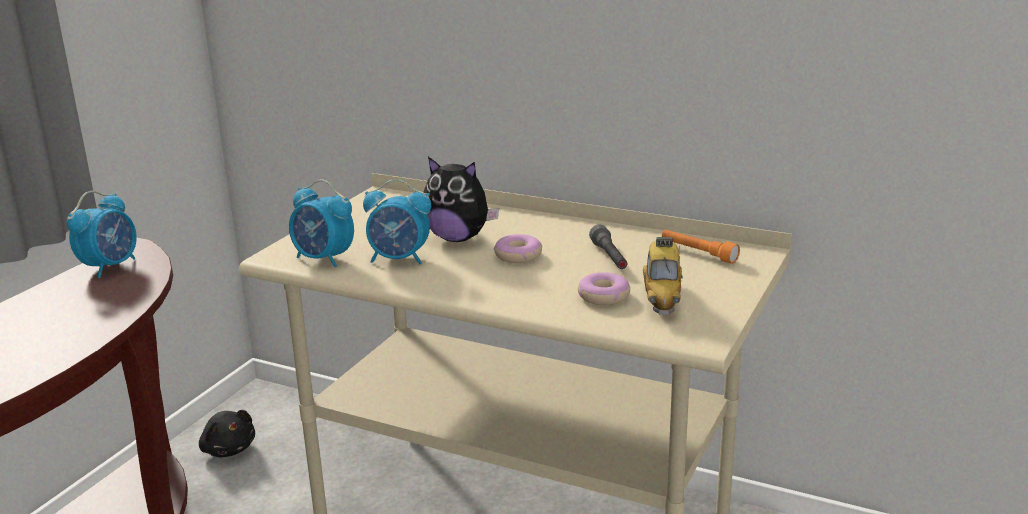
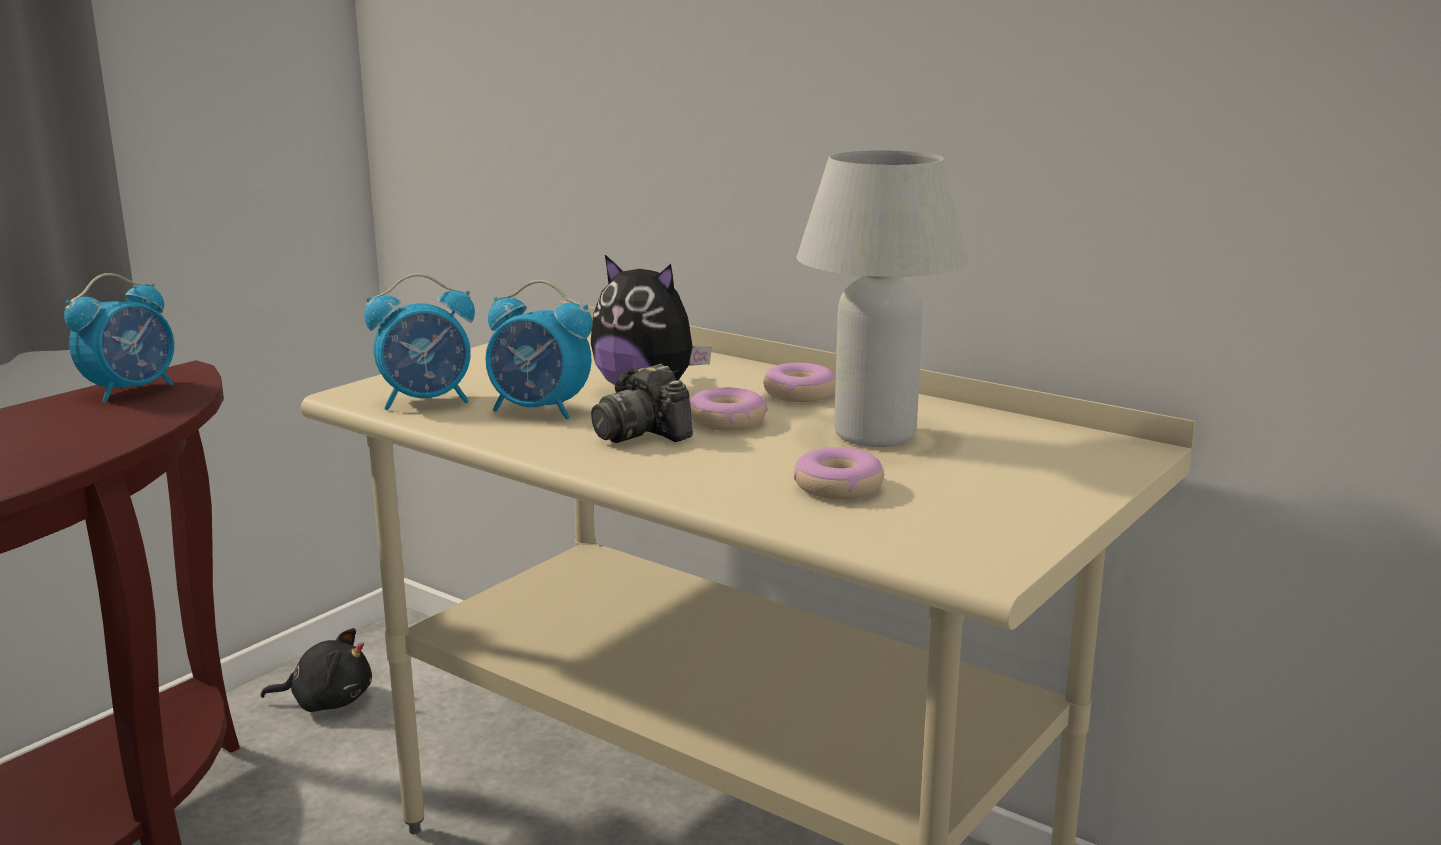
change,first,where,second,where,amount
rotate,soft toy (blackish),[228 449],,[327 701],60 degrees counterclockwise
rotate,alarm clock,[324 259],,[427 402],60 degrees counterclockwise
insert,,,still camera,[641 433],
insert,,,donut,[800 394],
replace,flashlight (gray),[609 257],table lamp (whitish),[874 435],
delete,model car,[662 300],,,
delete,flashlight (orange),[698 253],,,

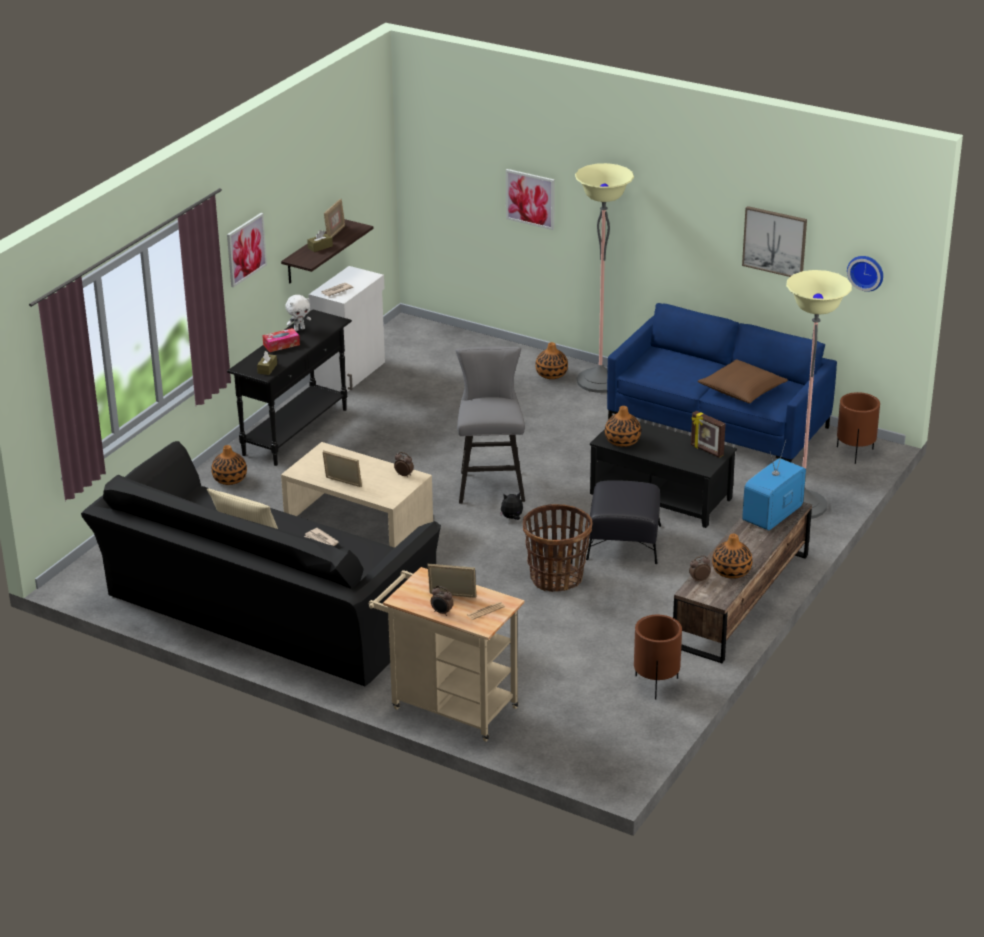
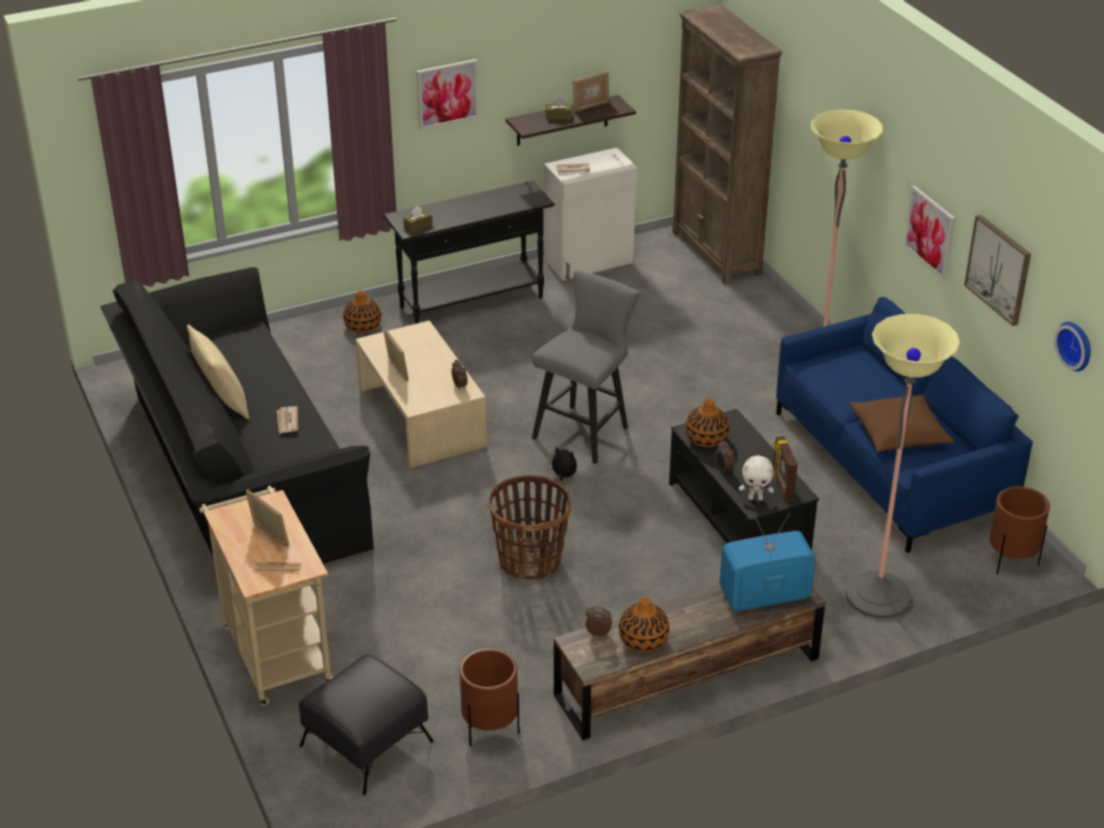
change,first,where,second,where,amount
move,ottoman (blackish),[623 542],,[365 743],
insert,,,bookcase (brown),[716 254],
move,alarm clock,[442 612],,[723 468],
move,soft toy (whitish),[299 329],,[755 498],
move,wall art,[530 198],,[930 231],
delete,tissue box,[281 345],,,
delete,vase,[551 374],,,

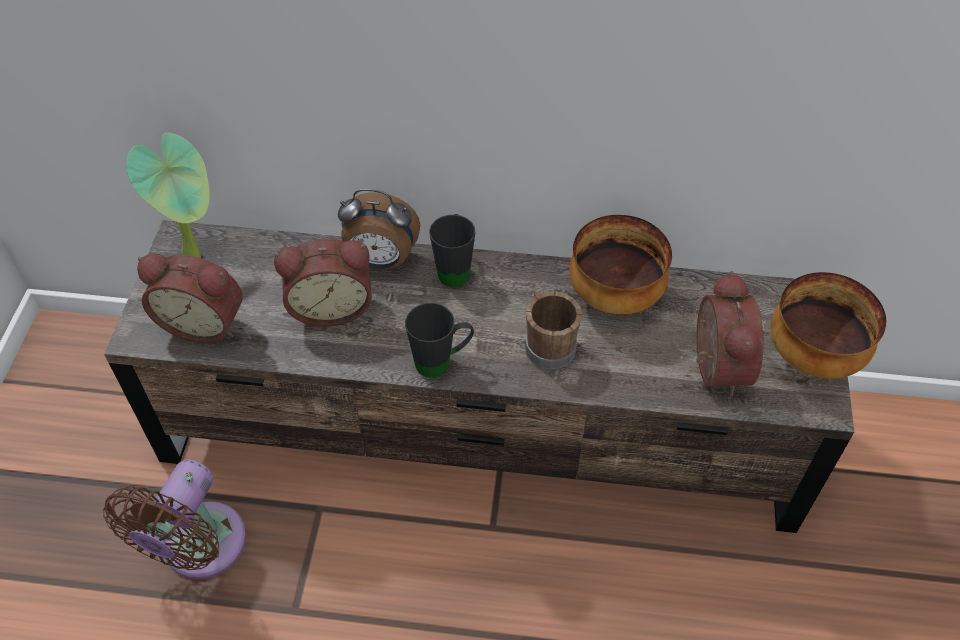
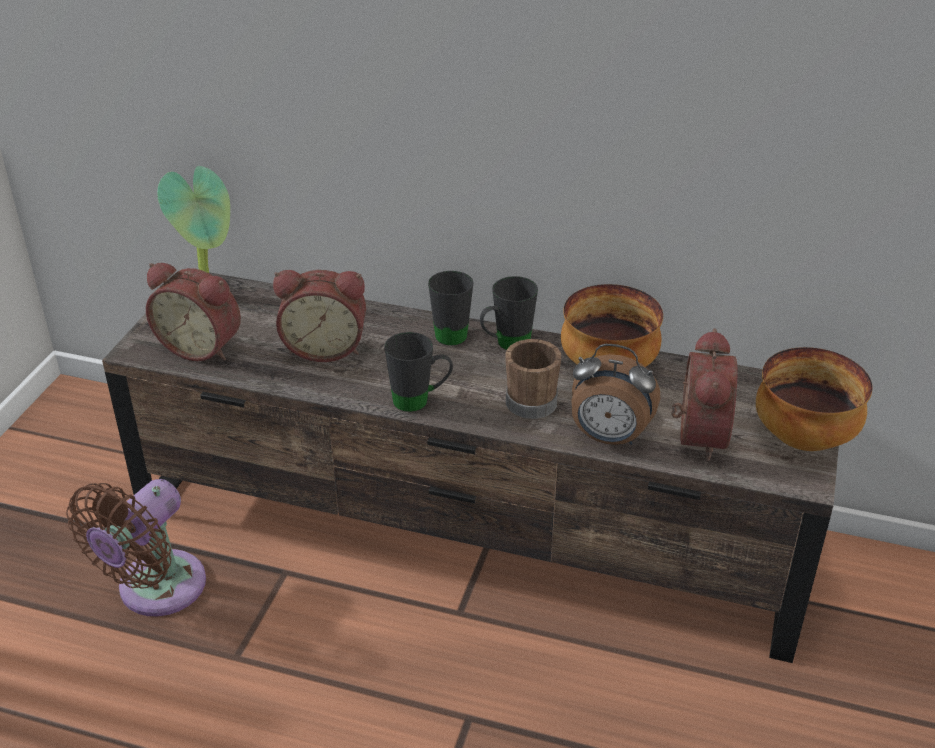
change,first,where,second,where,amount
insert,,,coffee mug (blackish),[506 344],
move,alarm clock,[381 261],,[608 438],

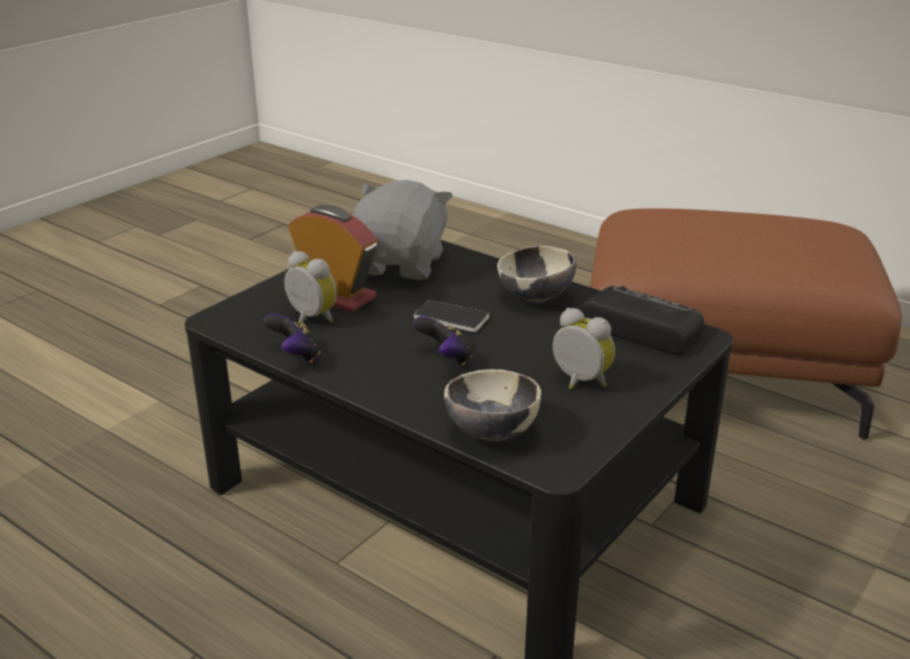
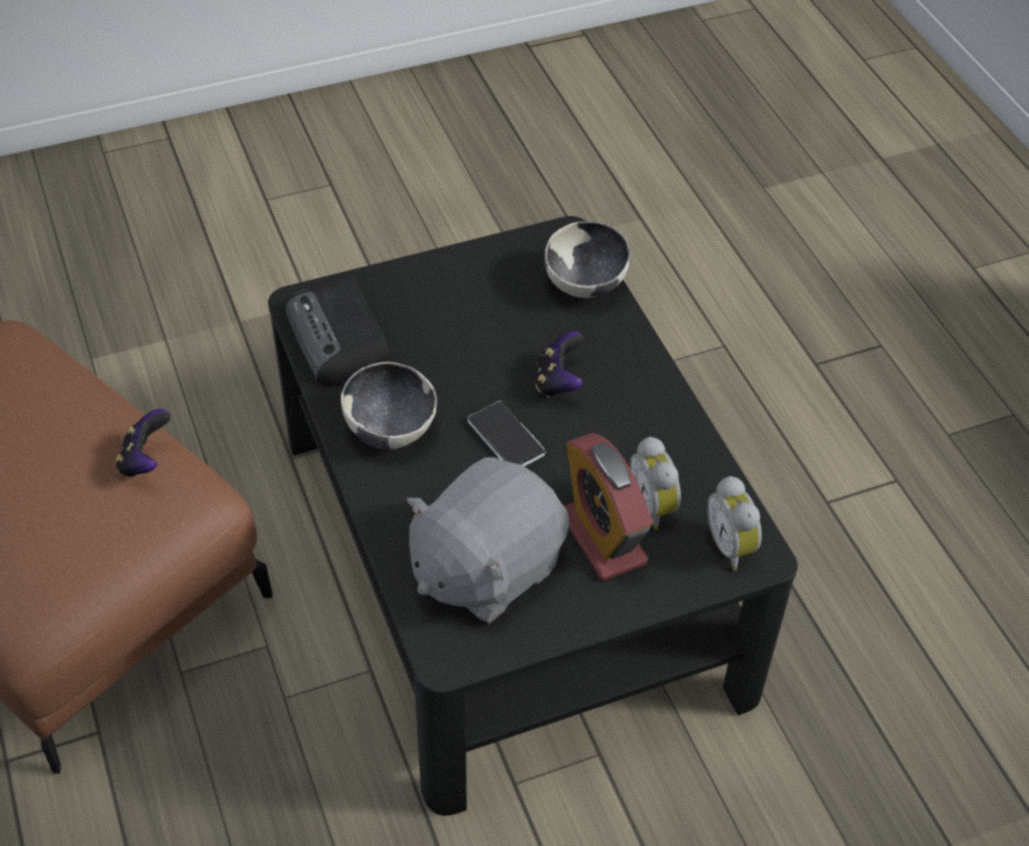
change,first,where,second,where,amount
move,joypad,[295 356],,[145 460],
move,alarm clock,[579 382],,[732 546],

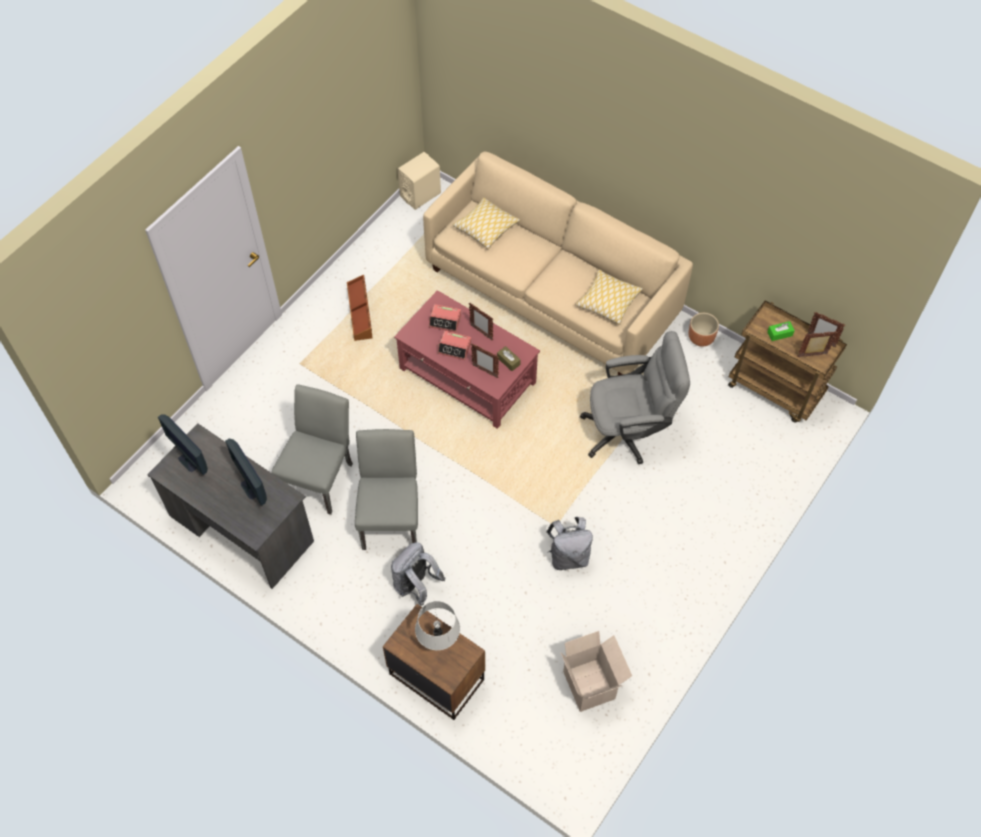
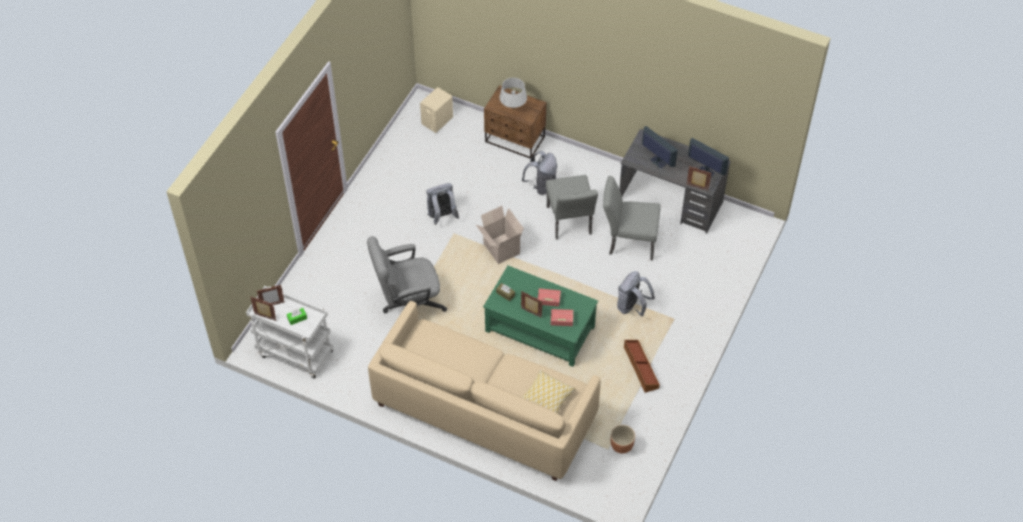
change,first,where,second,where,amount
recolor,cart (brown),[776 390],cart (whitish),[294 354],
move,audio speaker (beige),[420 194],,[437 121],
move,packing box,[591 685],,[500 249],
recolor,coffee table (reddish),[468 376],coffee table (greenish),[539 328],
rotate,upright chair (gray),[320 476],,[628 241],90 degrees clockwise
move,flower pot (brown),[701 338],,[621 445],
insert,,,backpack (gray),[632 307],
move,picture frame,[485 371],,[697 187],
delete,throw pillow,[608 301],,,

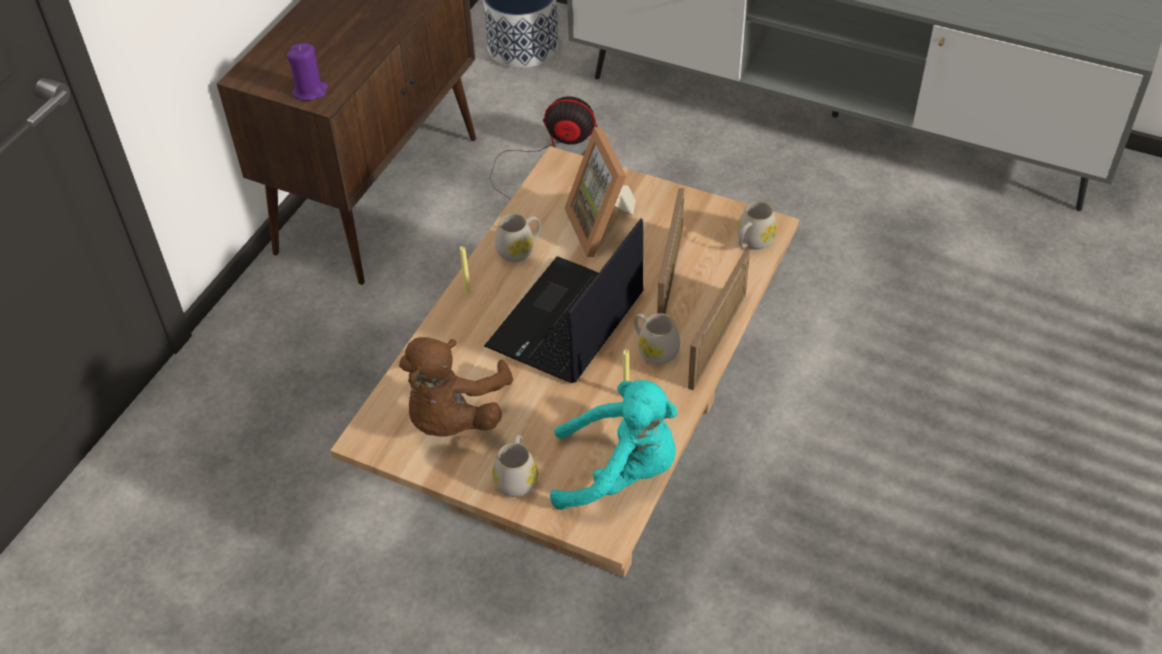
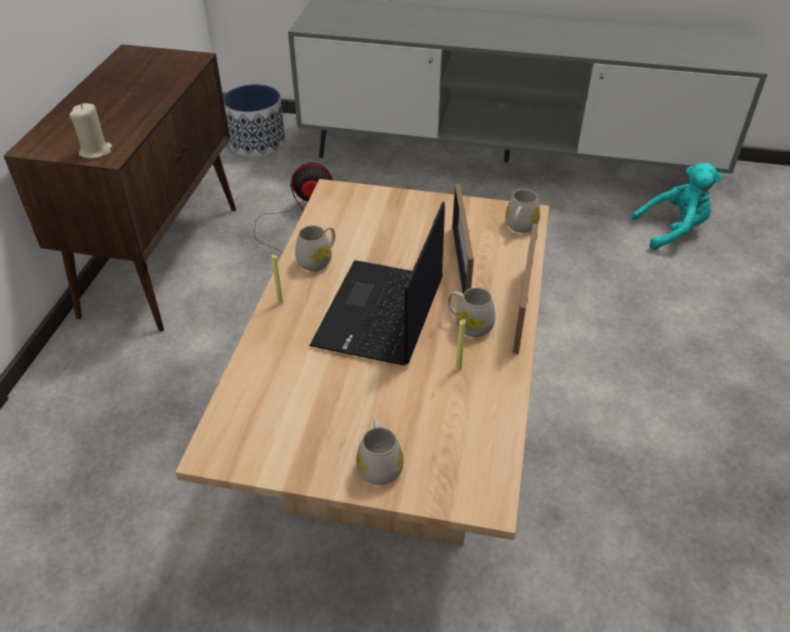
change,first,where,second,where,amount
recolor,wax light (purple),[310 91],wax light (beige),[96 151],
move,soft toy (turquoise-coloured),[620 472],,[673 230],
delete,soft toy (brown),[453 415],,,
delete,picture frame,[604 226],,,

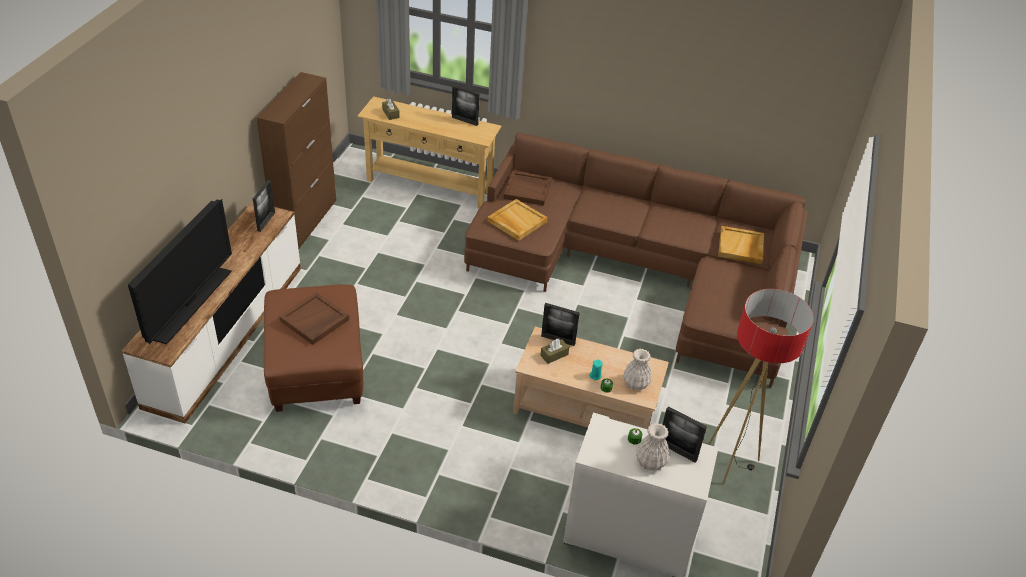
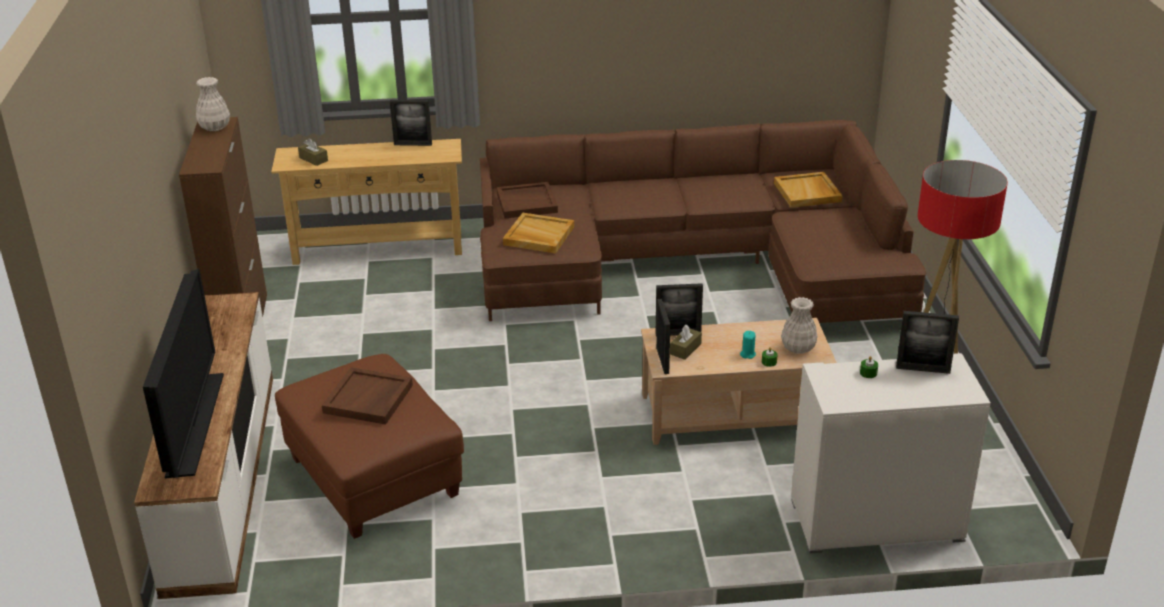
change,first,where,second,where,amount
move,vase (whitish),[650 462],,[214 127],
move,picture frame,[266 222],,[662 360],

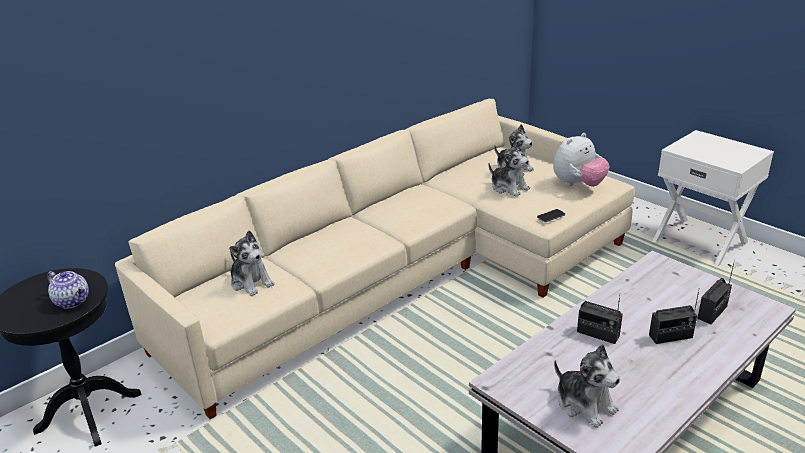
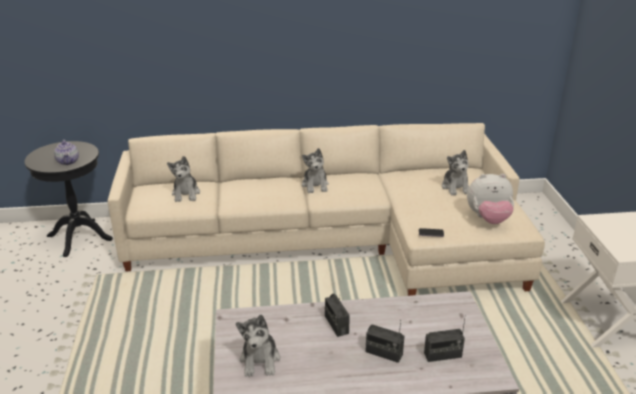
change,first,where,second,where,amount
move,soft toy,[509 187],,[315 185],

